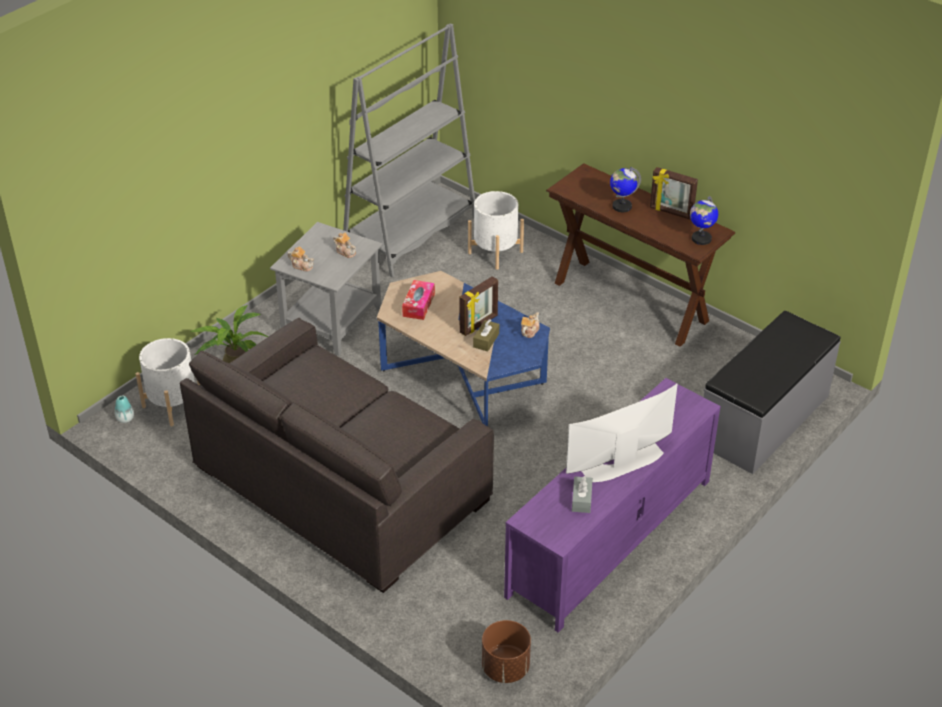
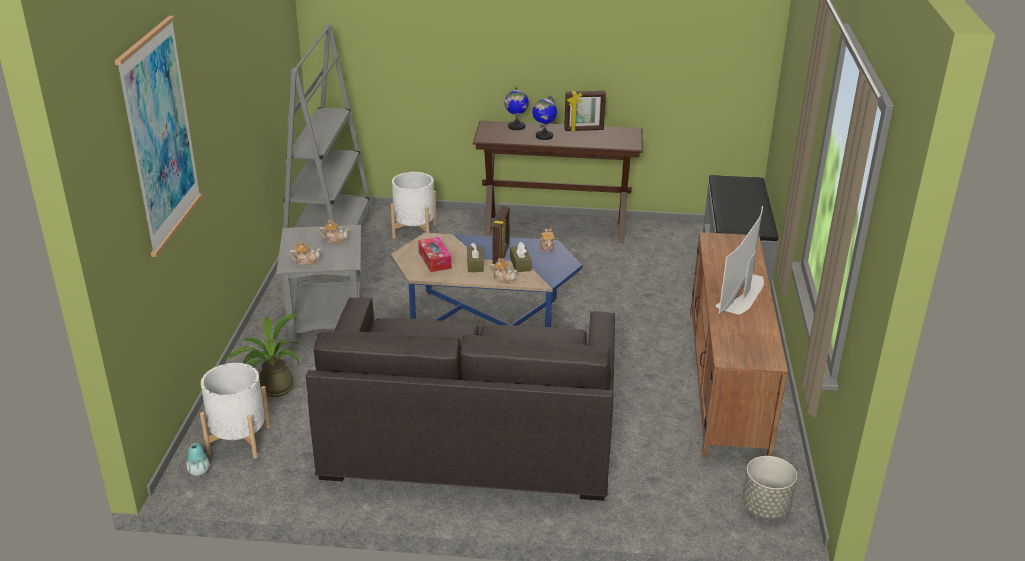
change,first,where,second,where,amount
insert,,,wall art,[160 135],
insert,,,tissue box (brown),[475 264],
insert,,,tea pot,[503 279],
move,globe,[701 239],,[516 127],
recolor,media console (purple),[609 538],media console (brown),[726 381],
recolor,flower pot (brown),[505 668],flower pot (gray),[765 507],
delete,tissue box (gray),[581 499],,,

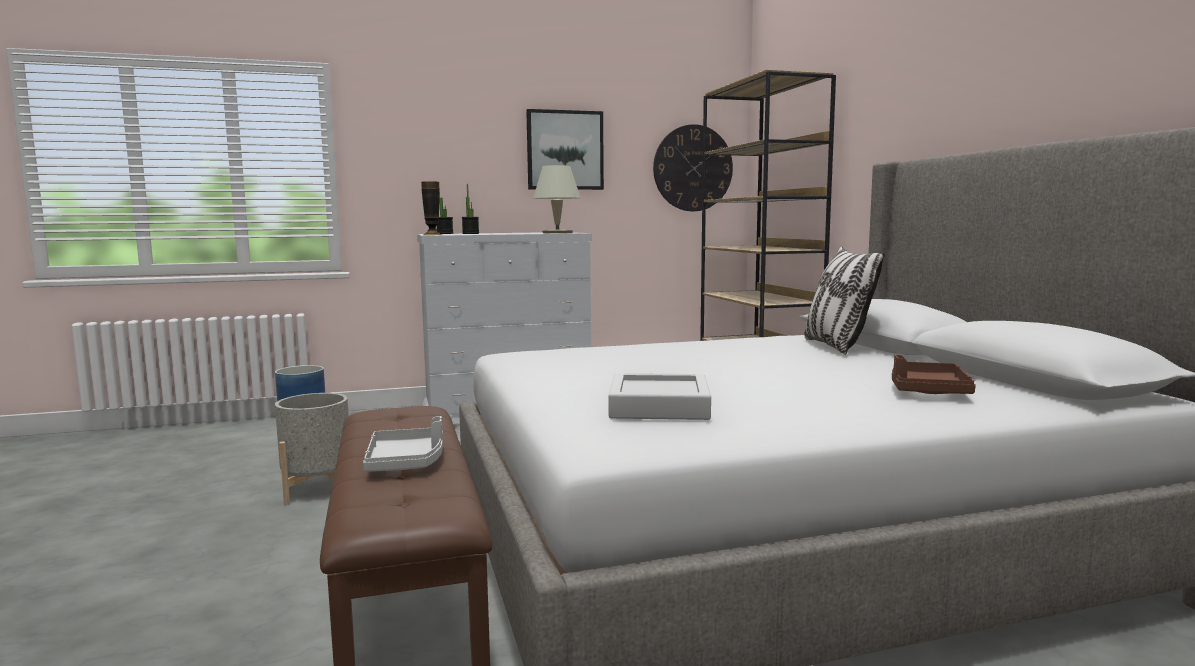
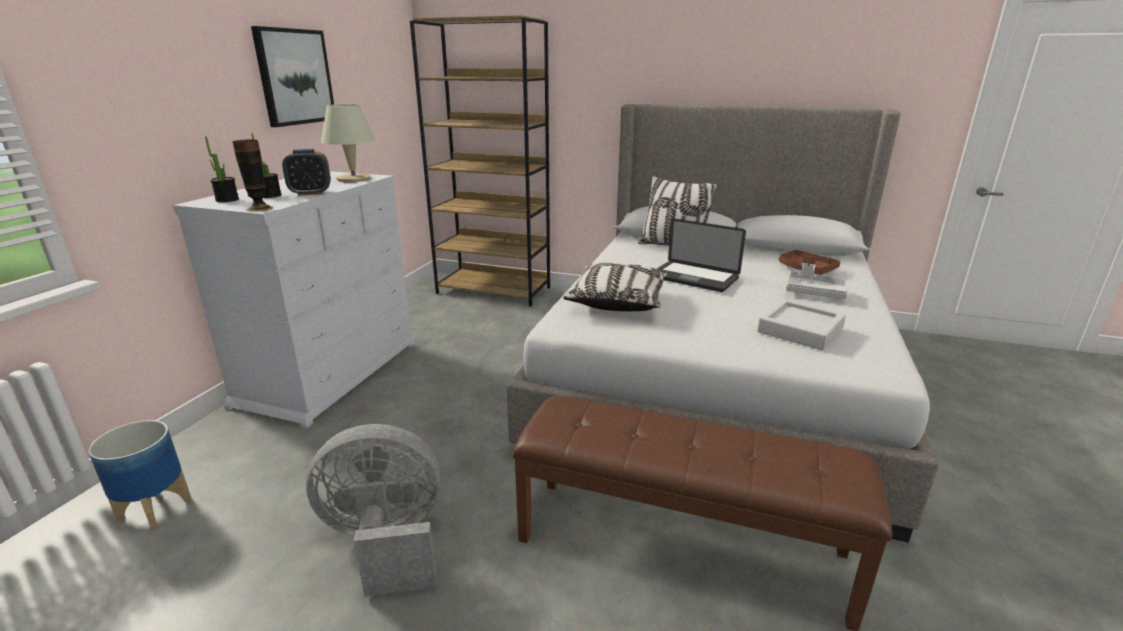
change,first,where,second,where,amount
insert,,,alarm clock,[310 193],
replace,flower pot (gray),[318 490],electric fan (gray),[386 543],
insert,,,throw pillow,[617 301],
insert,,,portable computer,[694 278],
move,tray (gray),[406 462],,[814 293],
delete,wall clock,[693 168],,,

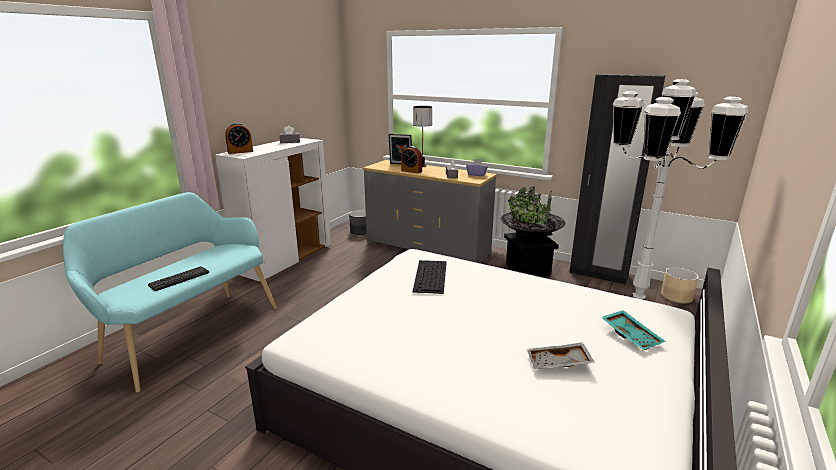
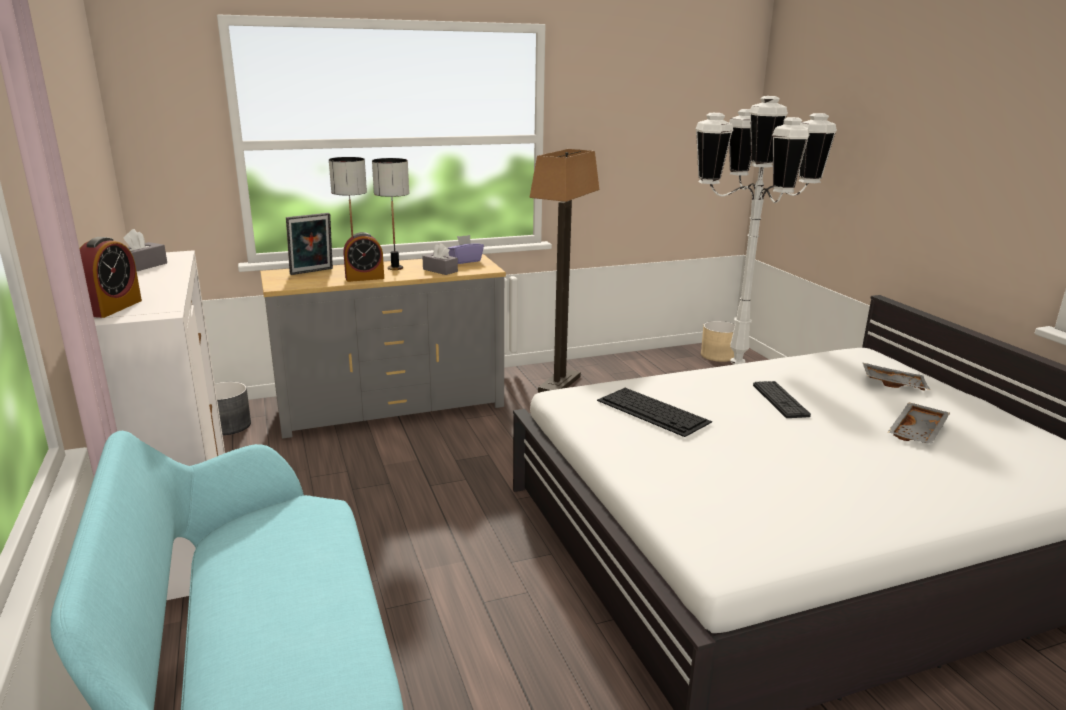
change,first,where,second,where,amount
insert,,,table lamp,[395 268],
replace,flower pot (blackish),[528 269],standing lamp,[559 384],
move,keyboard,[179 279],,[780 400],
recolor,tray (turquoise-coloured),[631 335],tray (gray),[893 383],
delete,armoire (blackish),[598 274],,,

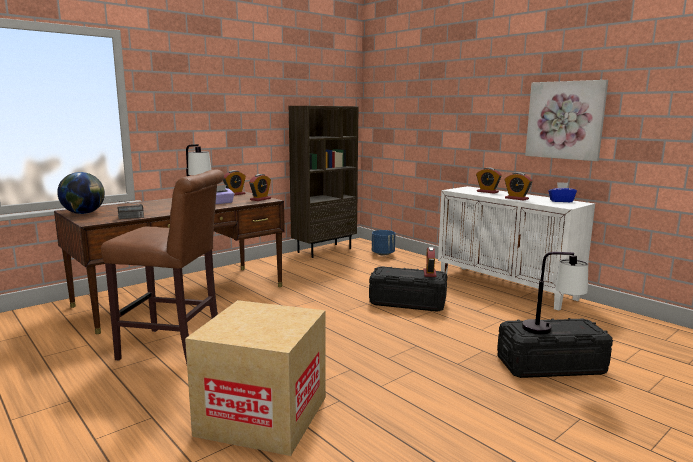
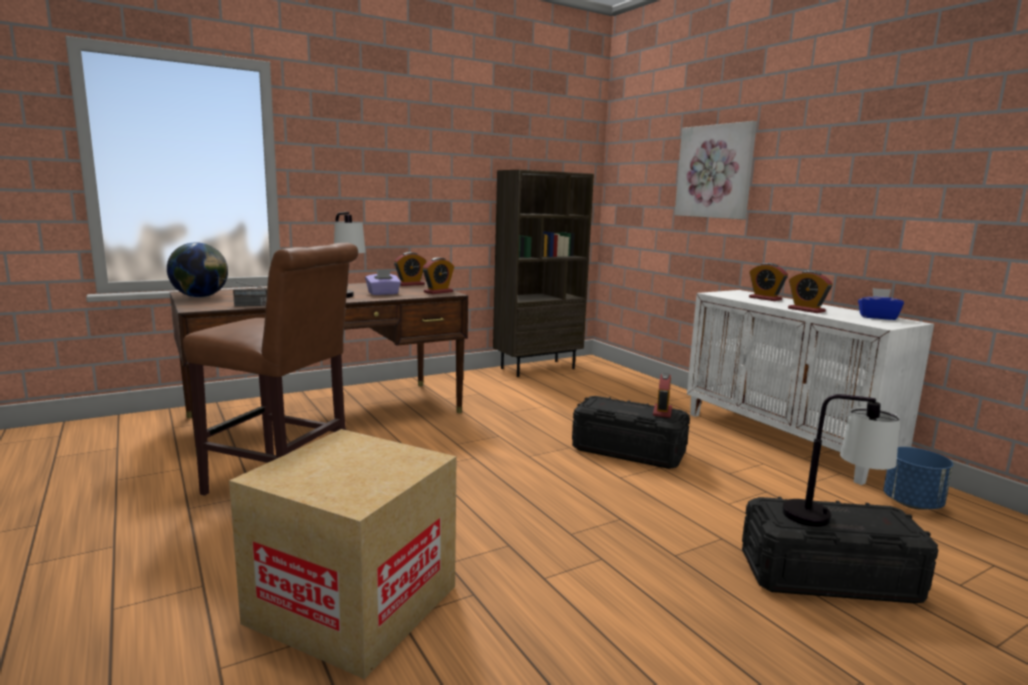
change,first,where,second,where,amount
move,wall art,[565 120],,[715 171],
move,flower pot (bluish),[383 254],,[911 503],

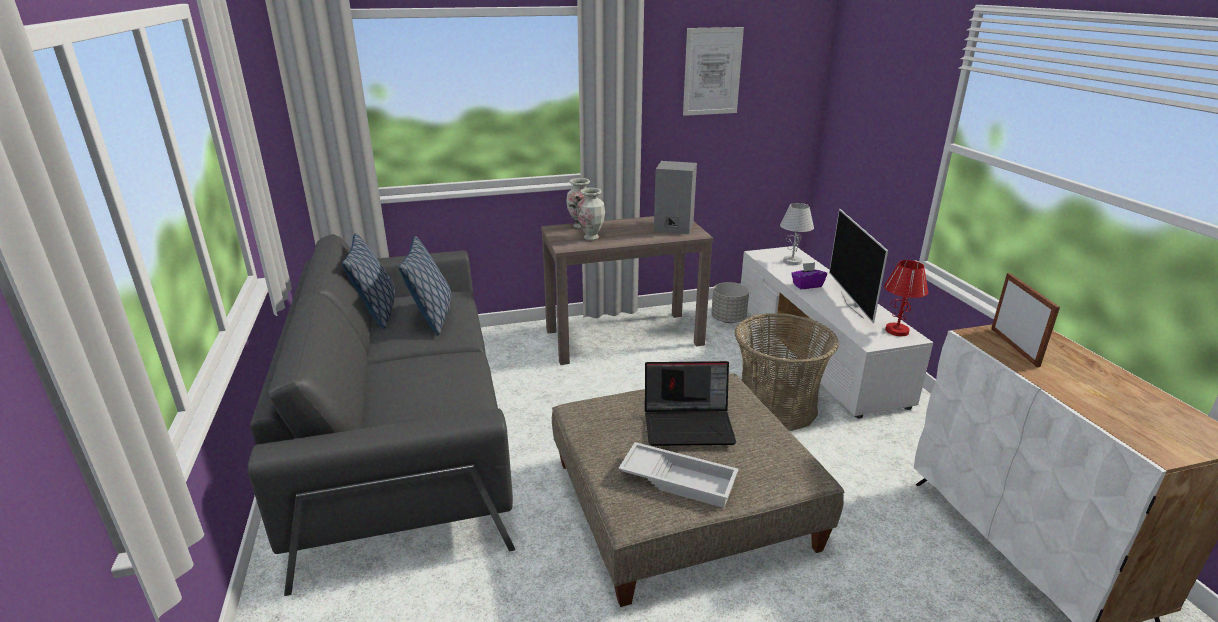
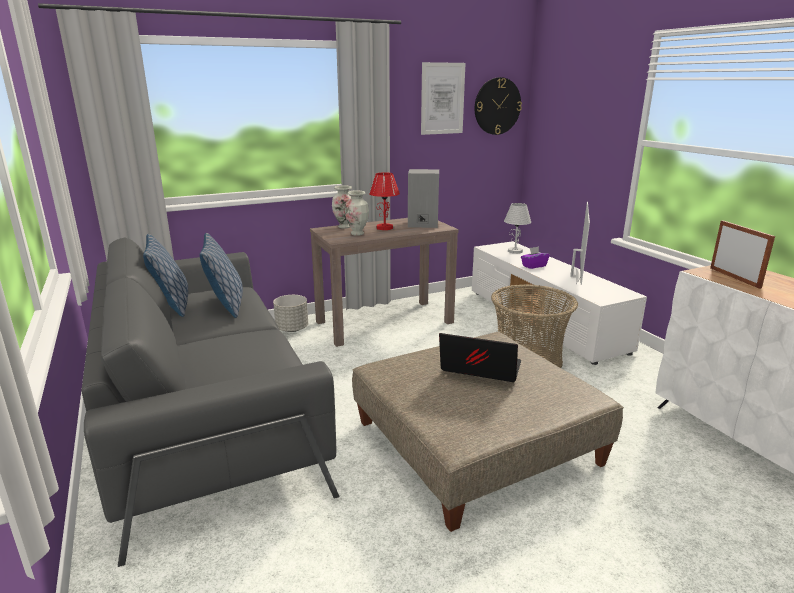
change,first,where,second,where,amount
move,flower pot (gray),[728 319],,[292 329],
move,table lamp (reddish),[896 331],,[384 228],
rotate,portable computer,[689 424],,[479 370],150 degrees counterclockwise
insert,,,wall clock,[497 106],
rotate,television,[853 305],,[575 276],150 degrees counterclockwise
delete,tray (whitish),[679 479],,,

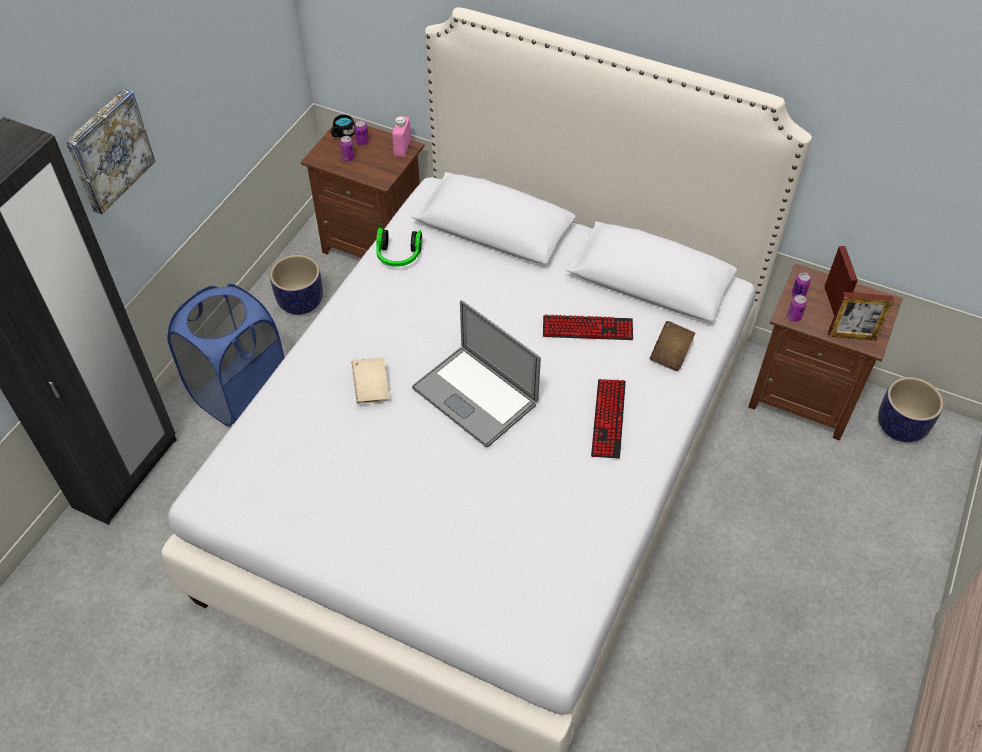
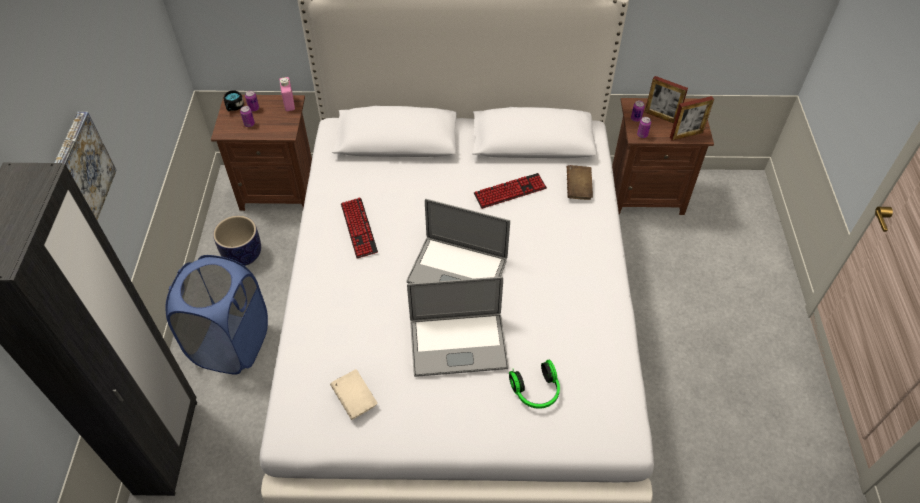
change,first,where,second,where,amount
move,book (beige),[371 388],,[355 399],
move,keyboard,[608 419],,[359 228],
insert,,,portable computer,[458 344],
move,headphones,[398 256],,[536 392],
rotate,picture frame,[832 303],,[661 117],150 degrees clockwise
delete,flower pot,[901 426],,,

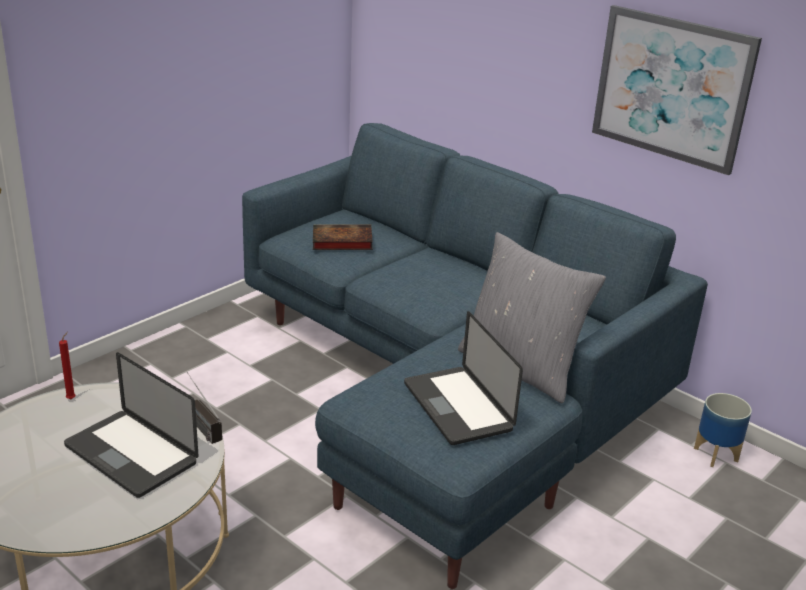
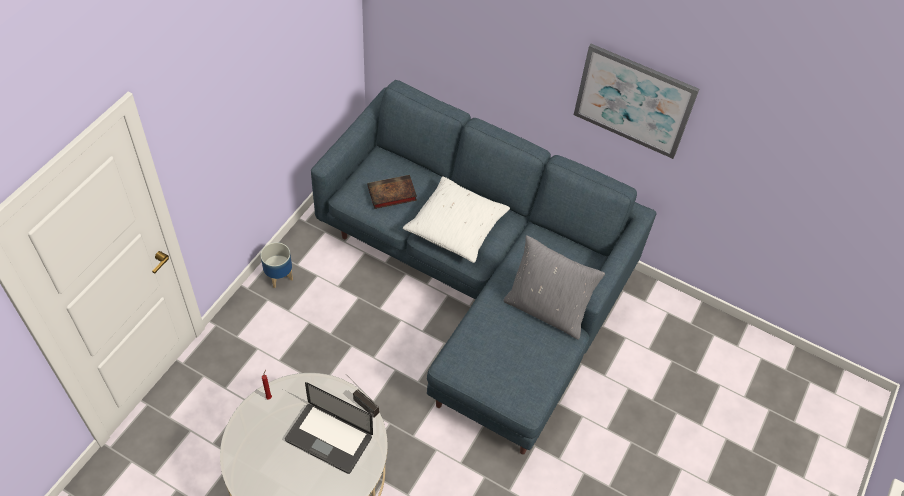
change,first,where,second,where,amount
move,flower pot,[716 455],,[279 277],
insert,,,throw pillow (whitish),[456 226],
delete,portable computer,[457 407],,,

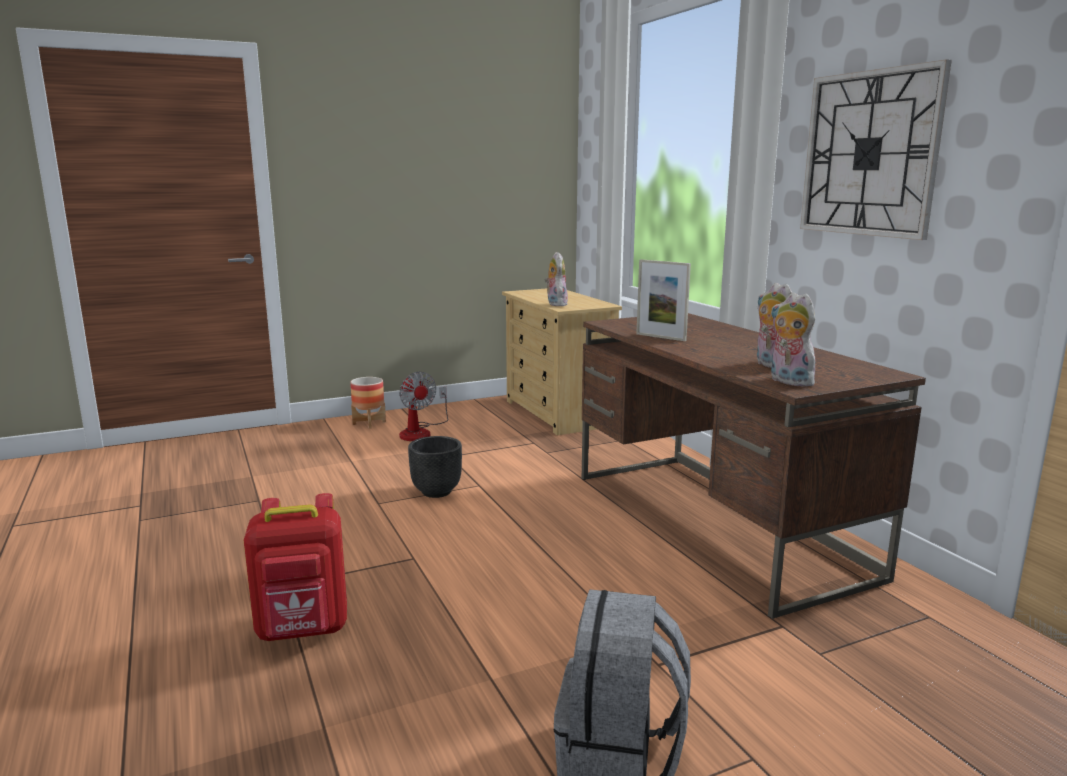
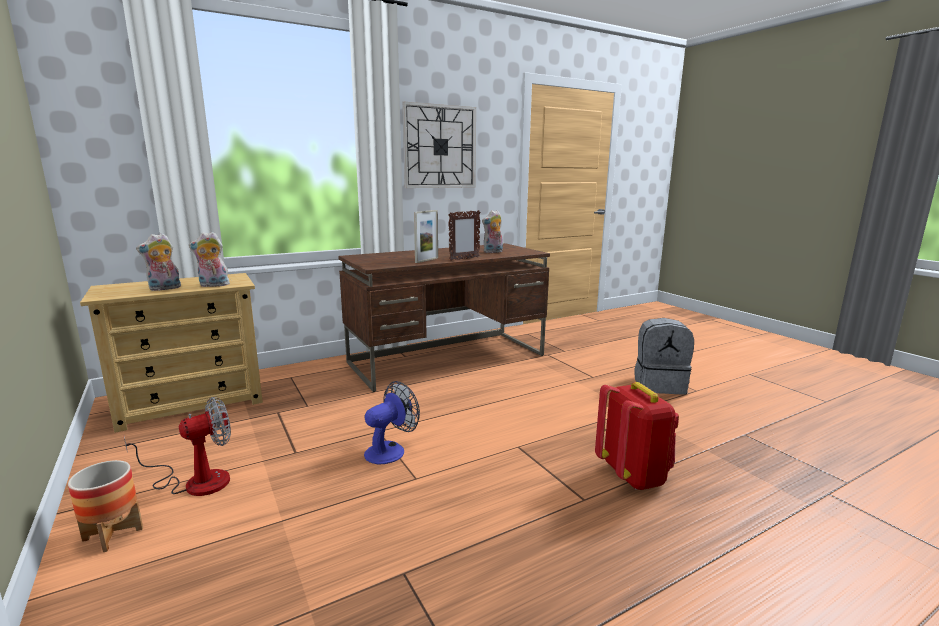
change,first,where,second,where,amount
move,soft toy,[788 381],,[164 289],
replace,flower pot (blackish),[436 491],electric fan,[390 450],
insert,,,picture frame,[464 259],

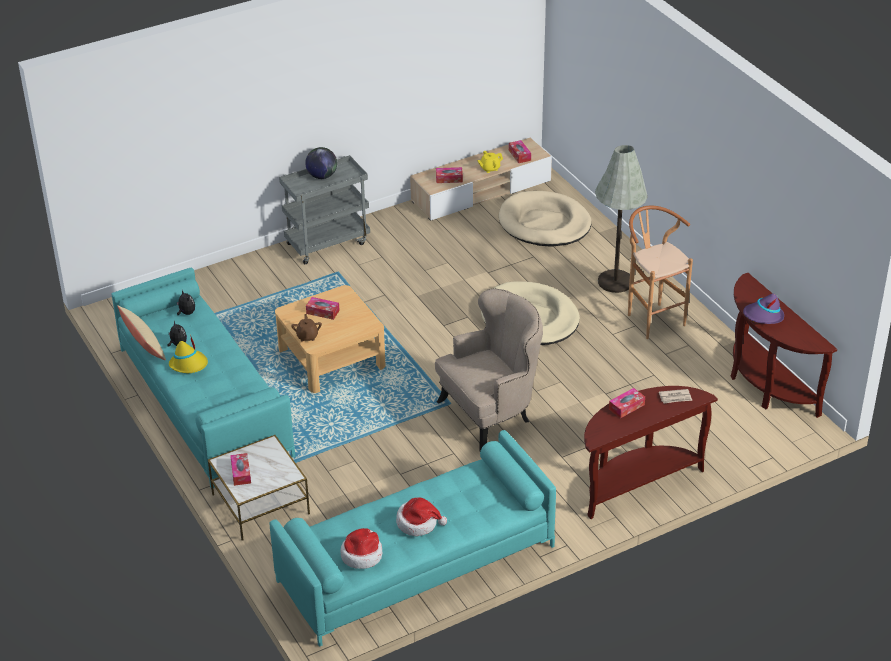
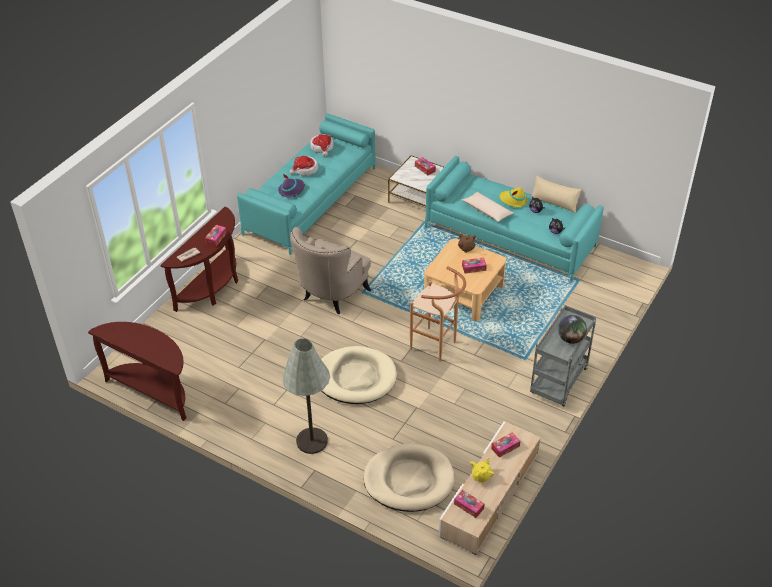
change,first,where,second,where,amount
move,wearable hat (purple),[763 316],,[291 190],
move,stool (brown),[652 318],,[437 346],
insert,,,throw pillow (beige),[487 211],

